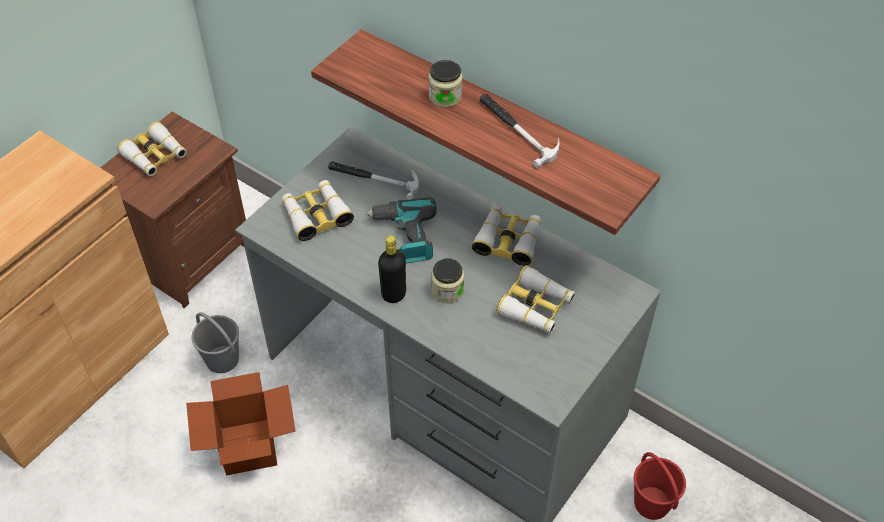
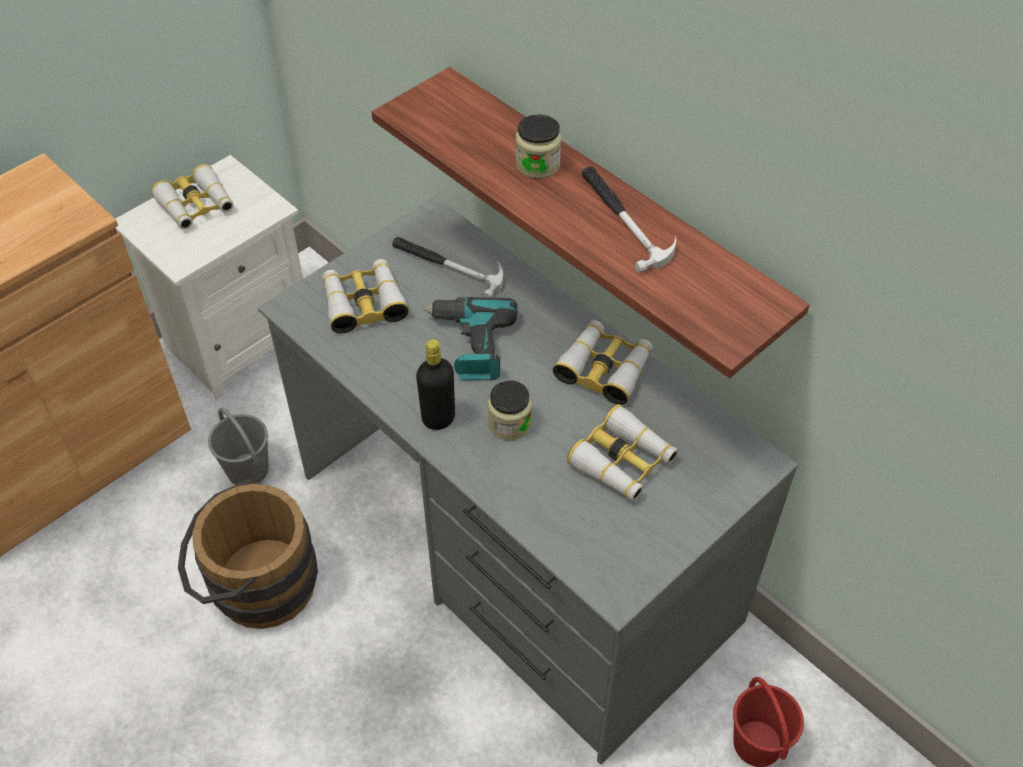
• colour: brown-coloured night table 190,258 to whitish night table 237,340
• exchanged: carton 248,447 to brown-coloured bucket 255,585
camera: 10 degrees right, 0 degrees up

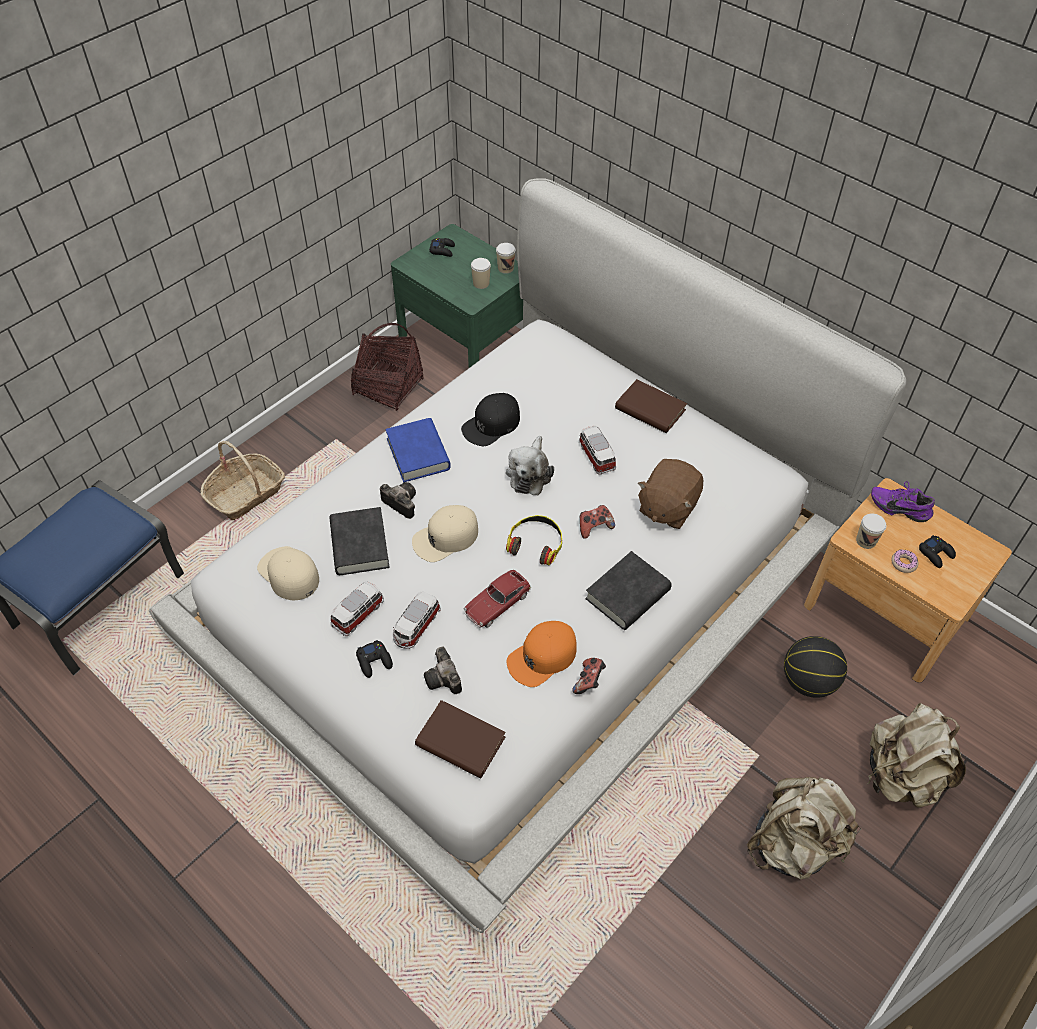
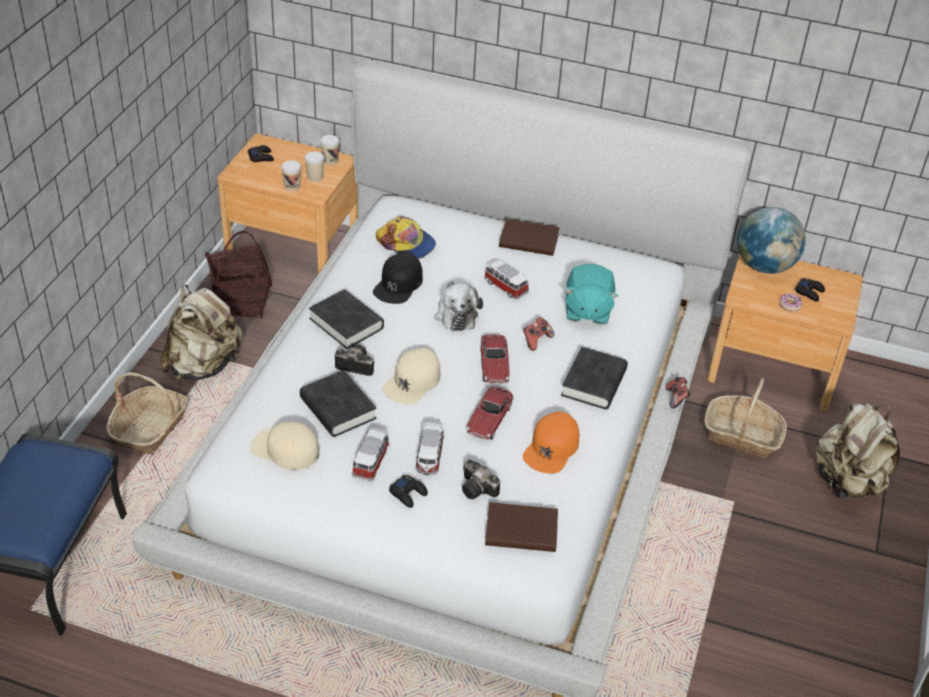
• colour: blue volume 418,454 to black-coloured volume 346,323
• colour: green-coloured night table 464,339 to brown-coloured night table 292,244
• exchanged: headset 536,543 to miniature car 494,365
• relocated: joypad 589,681 to 676,398
• colour: brown-coloured cuddly toy 667,507 to turquoise-coloured cuddly toy 587,310
• relocated: sand-coloured backpack 794,844 to 203,366
• exchanged: ball for basketball 808,681 to household basket 742,436
• relocated: small cup 866,541 to 292,186
• exchanged: purple low shoe 899,507 to world globe 764,266
• appeared: peaked cap 406,243
camera: 25 degrees left, 10 degrees down

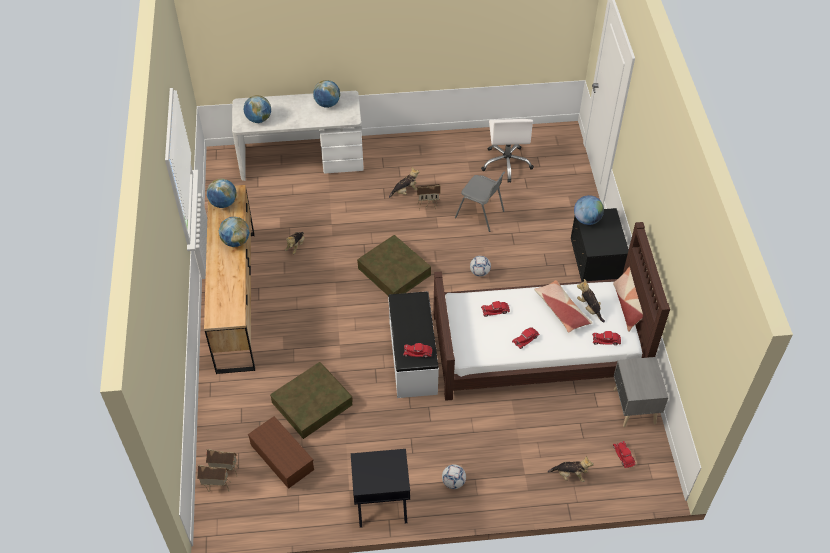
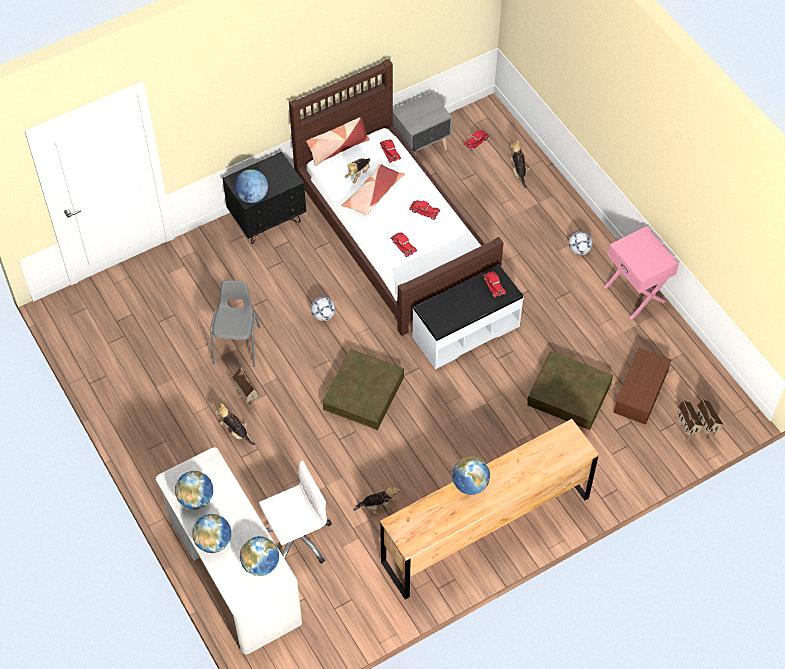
• relocated: world globe 223,203 to 214,542
• colour: black-coloured night table 381,505 to pink-coloured night table 635,293
• relocated: whitish computer chair 506,163 to 297,538
camera: 115 degrees left, 5 degrees up

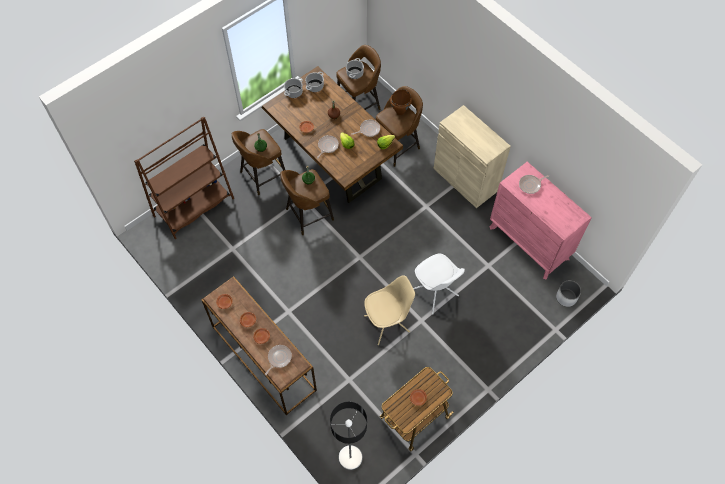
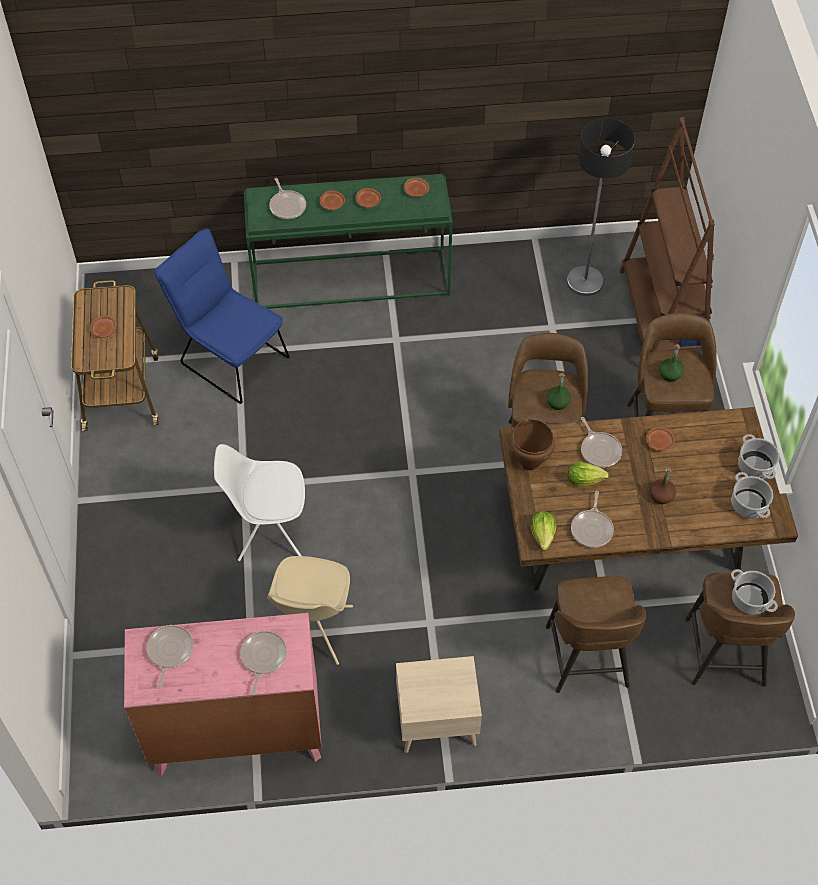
• colour: brown-coloured console table 262,358 to green-coloured console table 352,278
• relocated: standing lamp 350,457 to 585,281
• relocated: sand-coloured upright chair 387,323 to 312,631
• relocated: brown-coloured cooking pot 400,111 to 529,463
• exchanged: sand-coloured storage cabinet 465,179 to sand-coloured night table 436,722
• missing: whitish flower pot 566,297
• appeared: skillet 169,651
• appeared: blue upright chair 229,357
camera: 125 degrees right, 5 degrees down

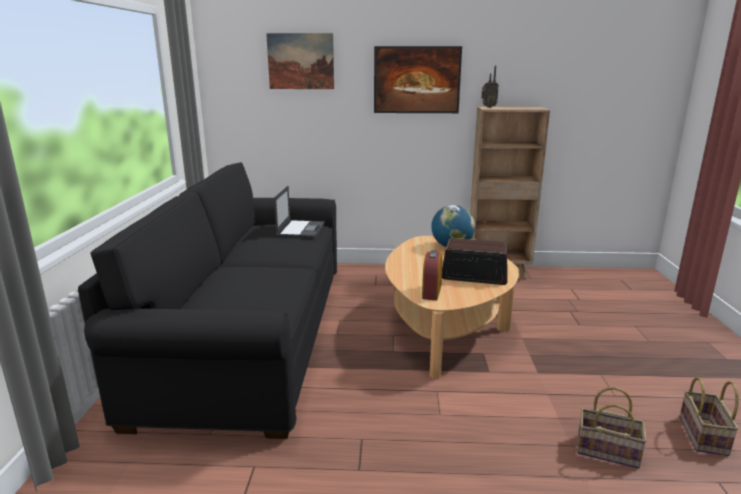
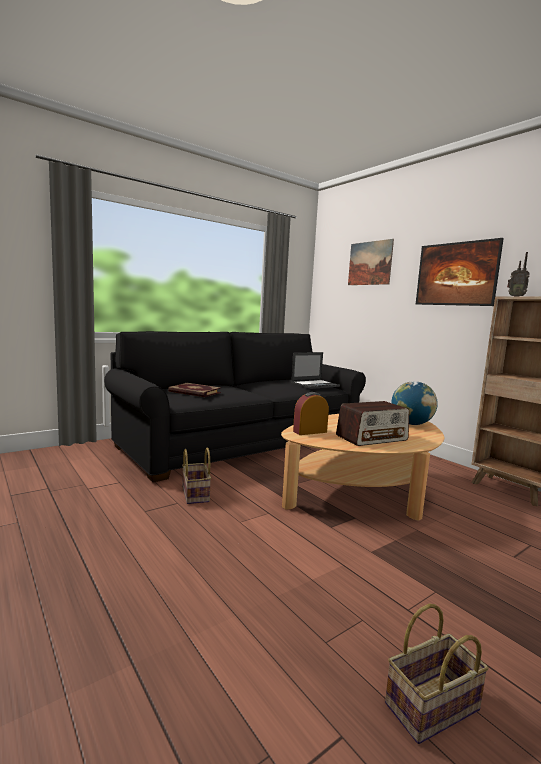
• spun: radio 474,275 = 372,438 90 degrees clockwise
• relocated: household basket 609,451 to 196,494
• appeared: volume 194,392
camera: 50 degrees right, 10 degrees down

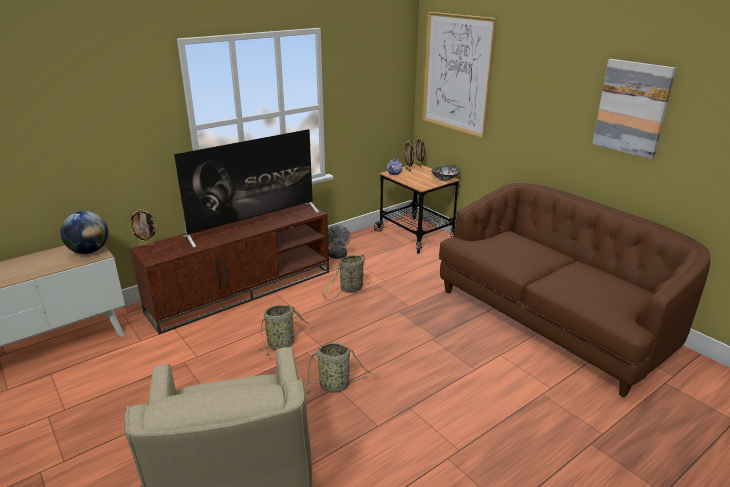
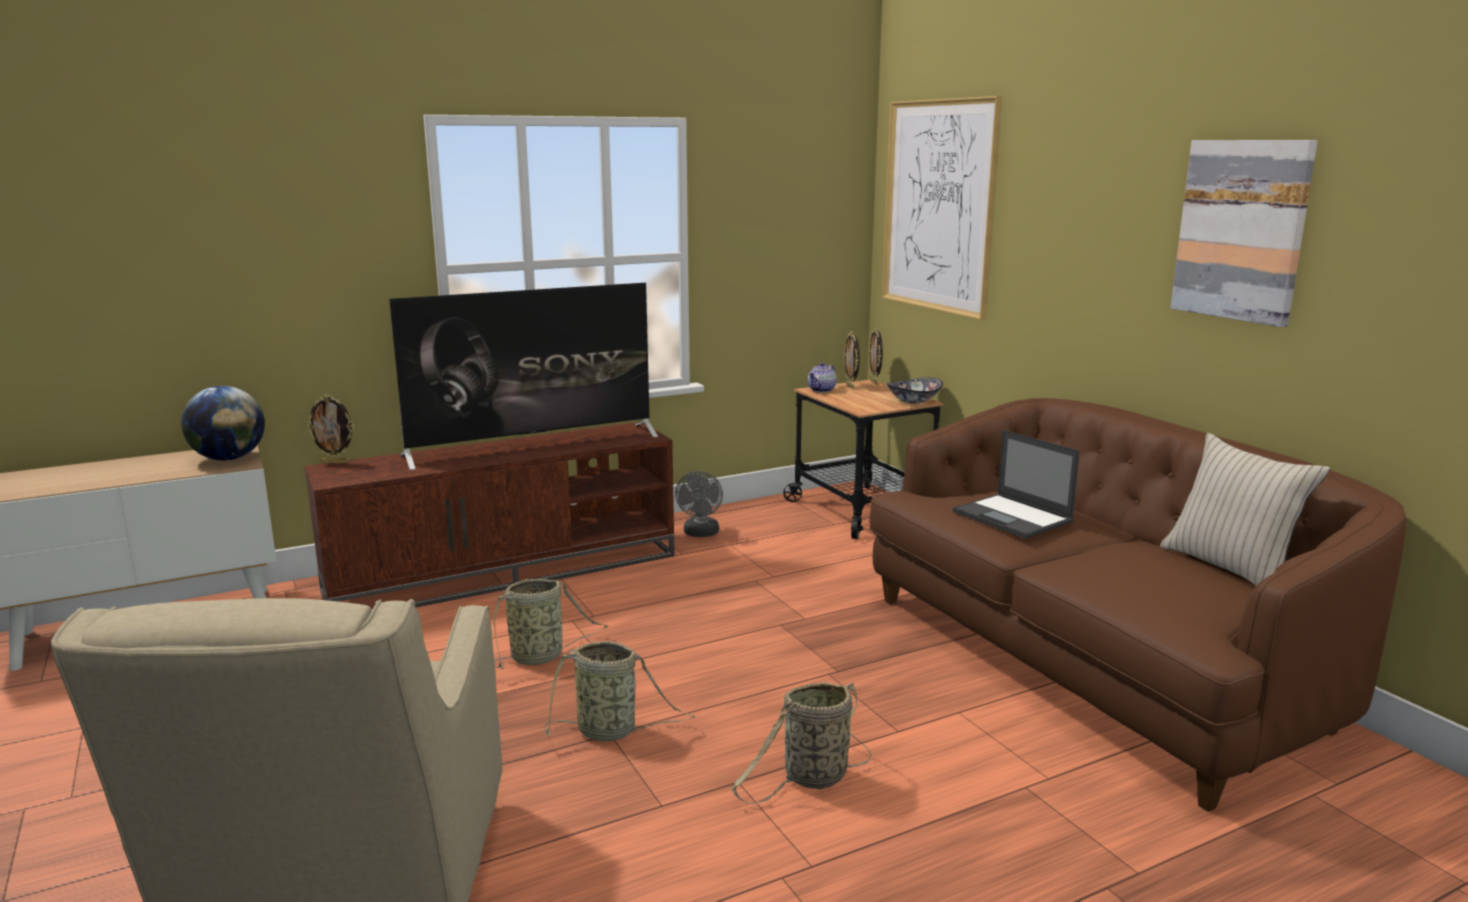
• relocated: household basket 350,289 to 811,779
• appeared: laptop 1013,517
• appeared: sand-coloured throw pillow 1230,568
camera: 10 degrees right, 10 degrees down

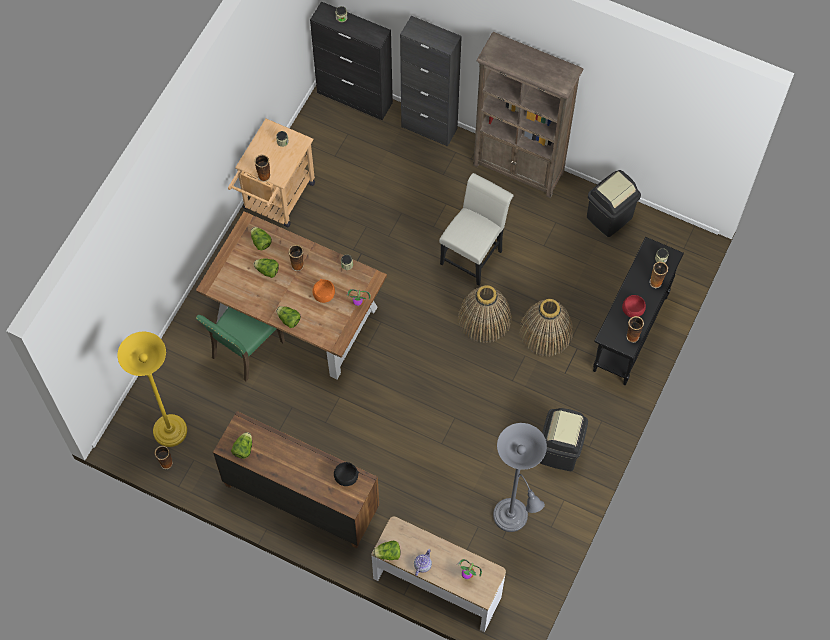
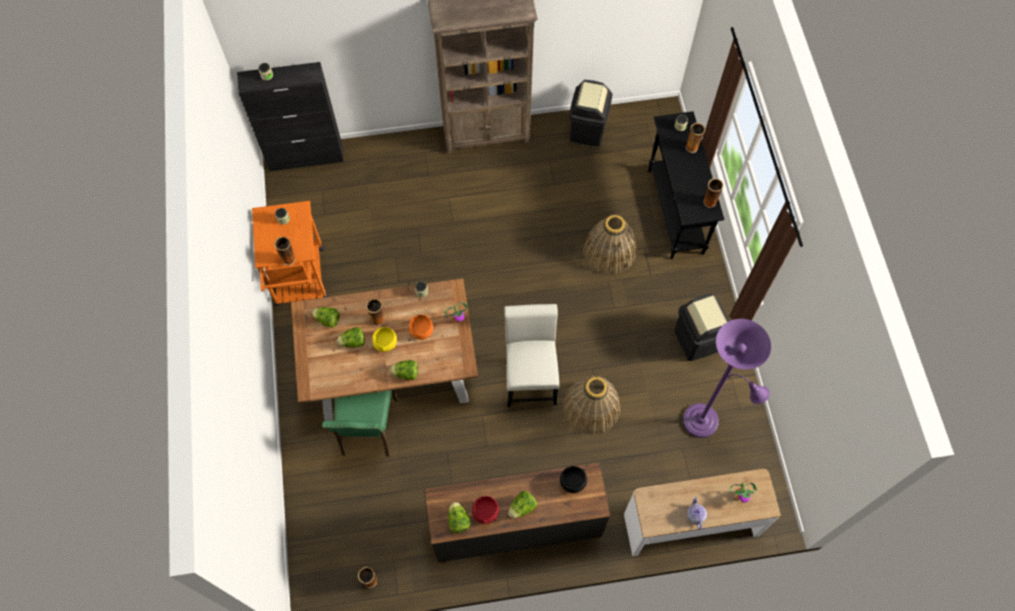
• missing: yellow standing lamp 169,426
• colour: sand-coloured cart 276,201 to orange-coloured cart 300,282
• relocated: lettuce head 388,554 to 522,508
• missing: black-coloured storage cabinet 429,128
• relocated: whitish upright chair 474,254 to 530,377
• relocated: household basket 484,318 to 591,407
• colour: greyish standing lamp 513,519 to purple standing lamp 705,423
• relocated: reddish bowl 633,310 to 485,512
• appeared: yellow bowl 385,343
camera: 35 degrees left, 0 degrees up

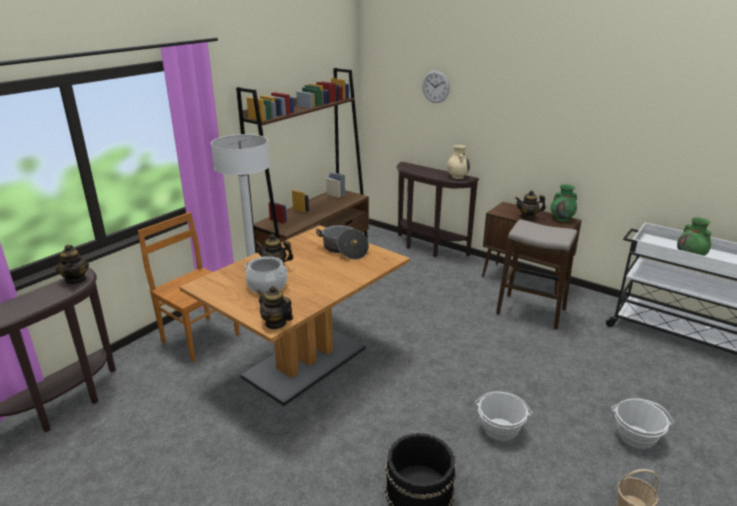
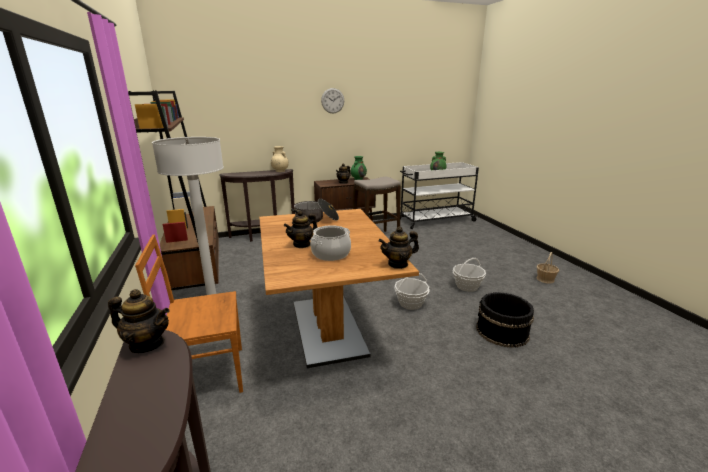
• relocated: clock on the wall 435,86 to 332,100
• relocated: household basket 636,437 to 410,303
camera: 55 degrees left, 5 degrees down

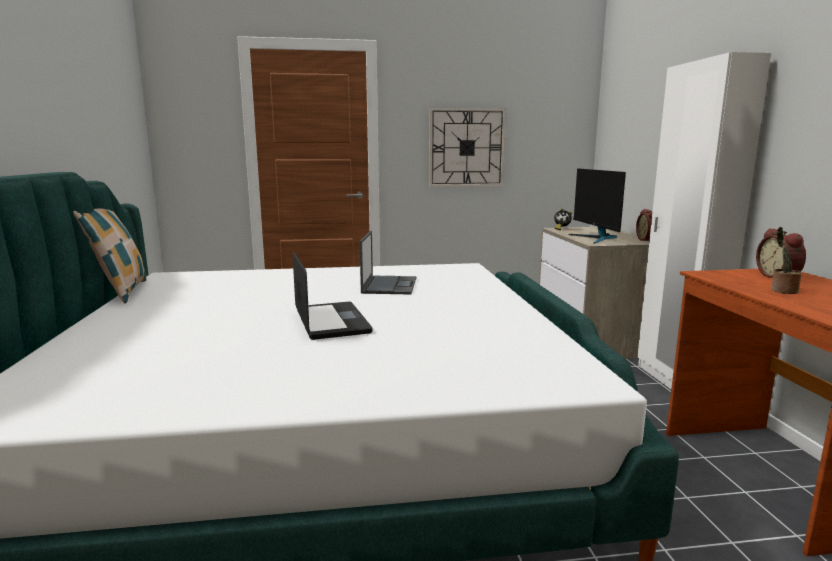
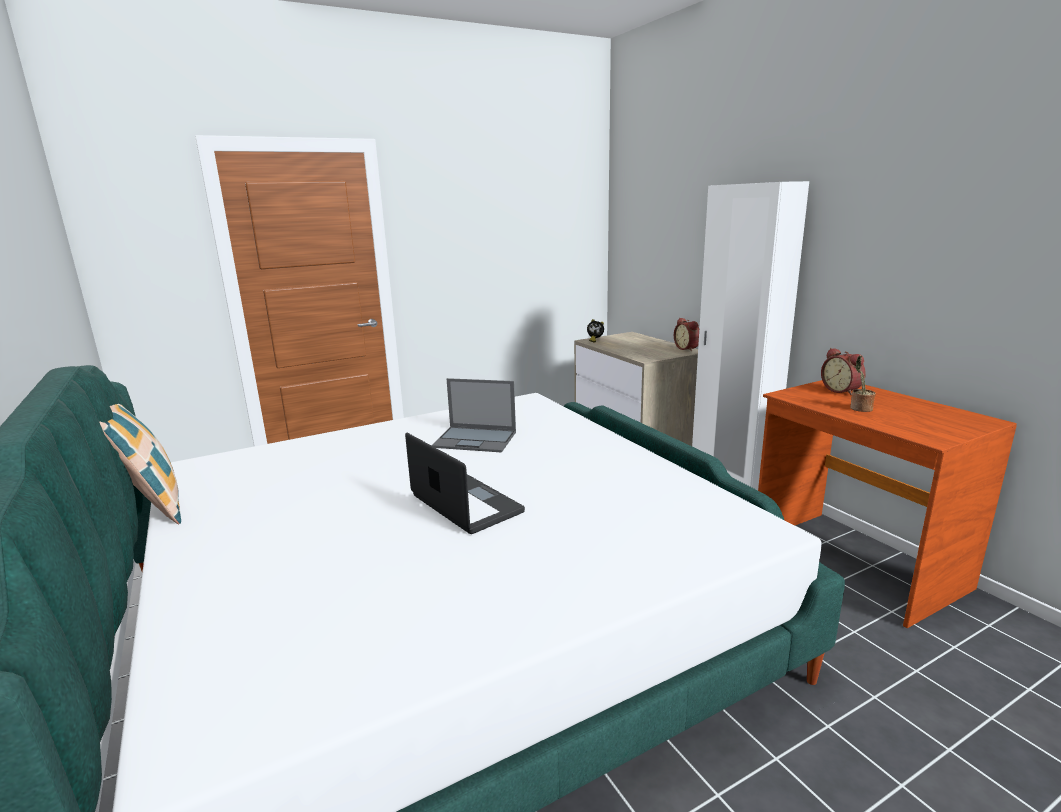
• spun: laptop 389,285 = 476,439 120 degrees clockwise
• missing: clock on the wall 466,147
• missing: computer screen 596,238
camera: 20 degrees left, 5 degrees up

